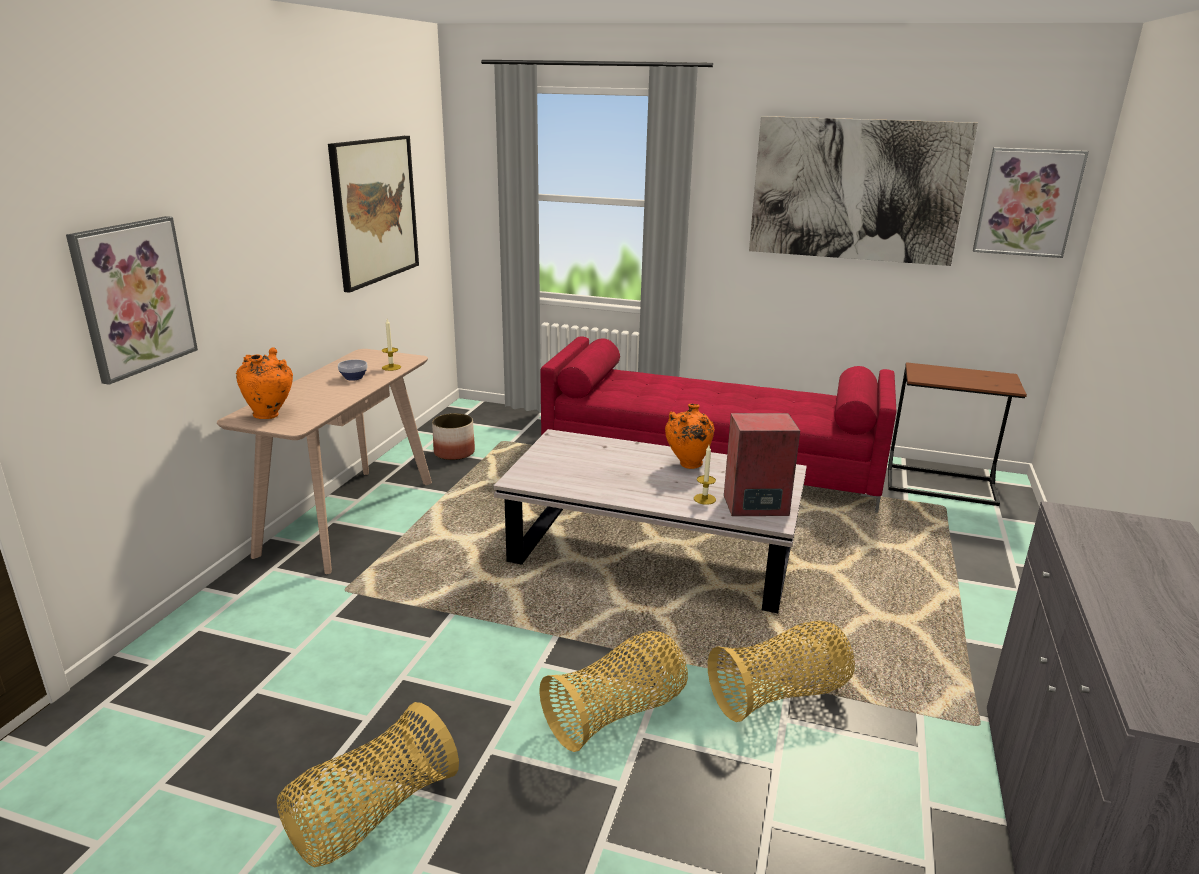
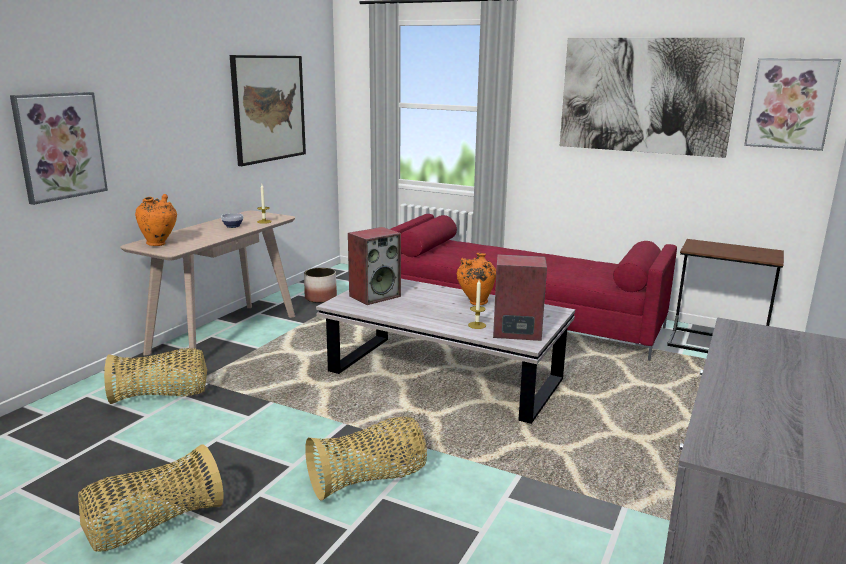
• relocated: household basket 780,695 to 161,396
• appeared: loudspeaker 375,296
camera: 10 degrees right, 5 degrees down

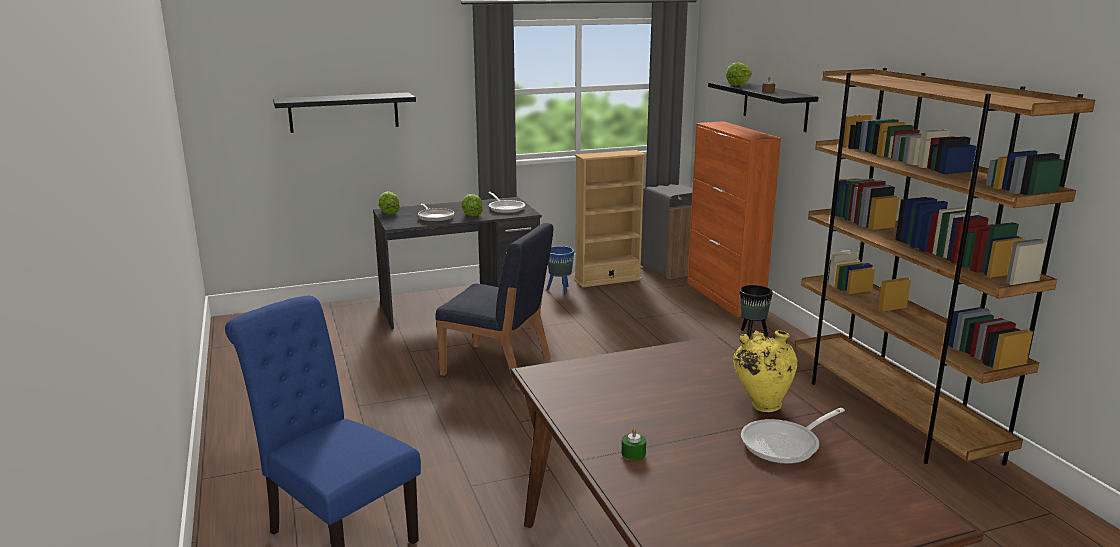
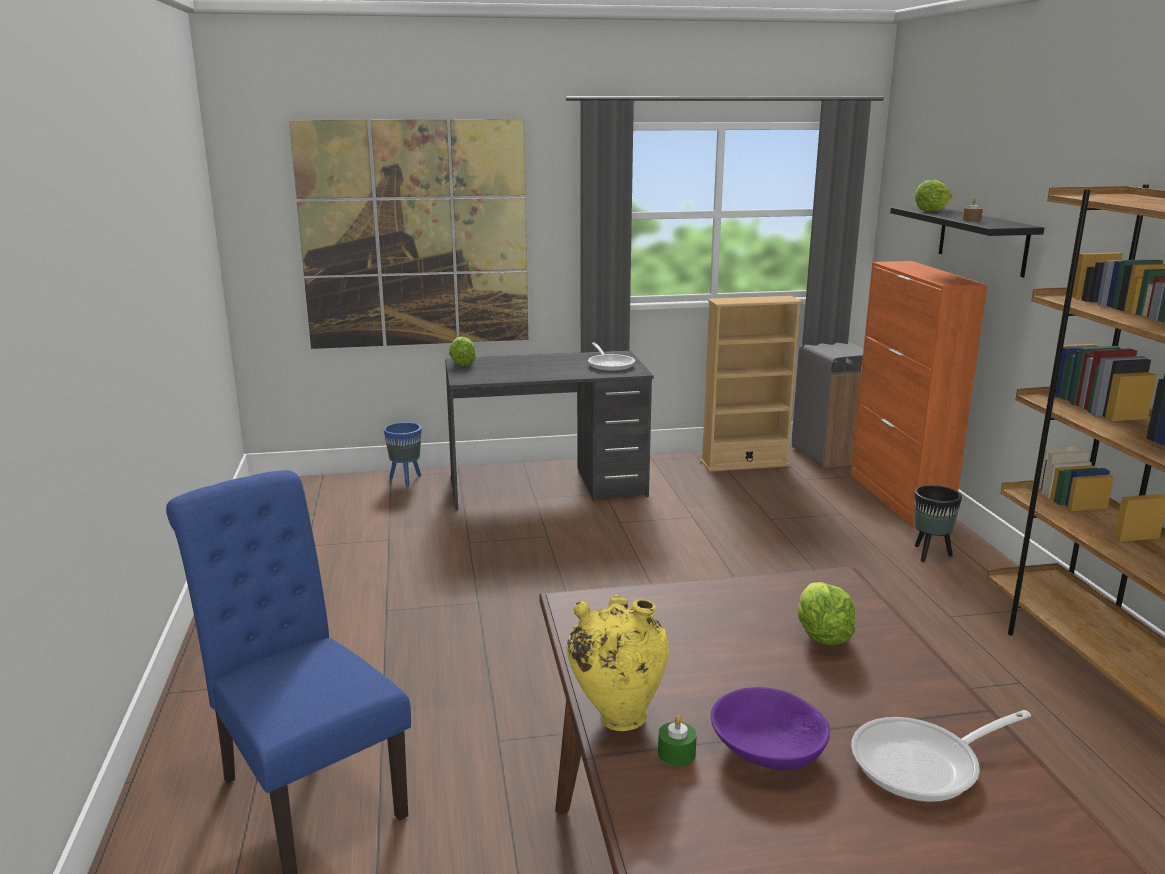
• exchanged: black-coloured wall shelf 344,112 to wall picture 415,236
• missing: skillet 435,217
• missing: blue upright chair 497,367
• relocated: lettuce head 471,215 to 821,636
• relocated: blue flower pot 560,290 to 406,480
• relocated: yellow flower vase 761,405 to 617,716
• appeared: purple bowl 767,749
camera: 10 degrees right, 0 degrees up

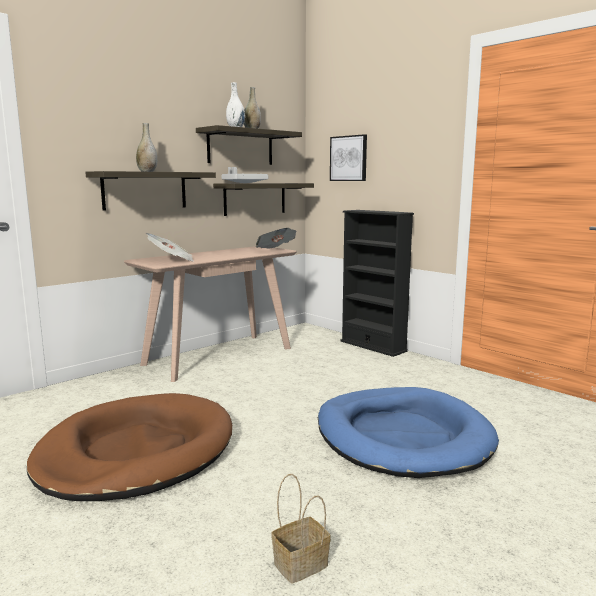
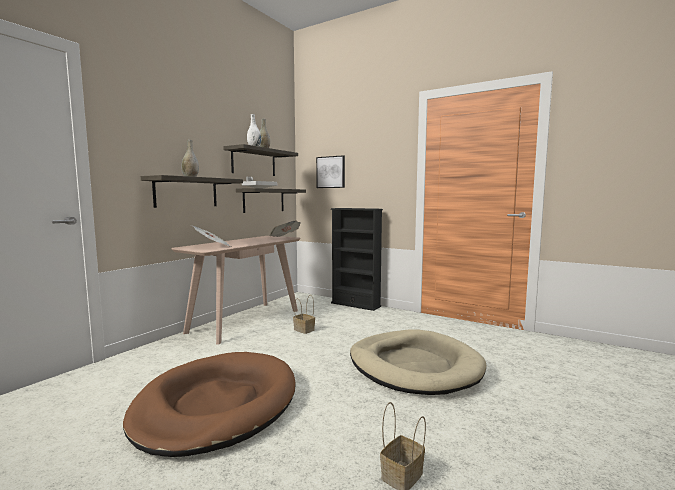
• colour: blue pet bed 402,437 to sand-coloured pet bed 414,366
• appeared: household basket 305,330
camera: 15 degrees left, 5 degrees down

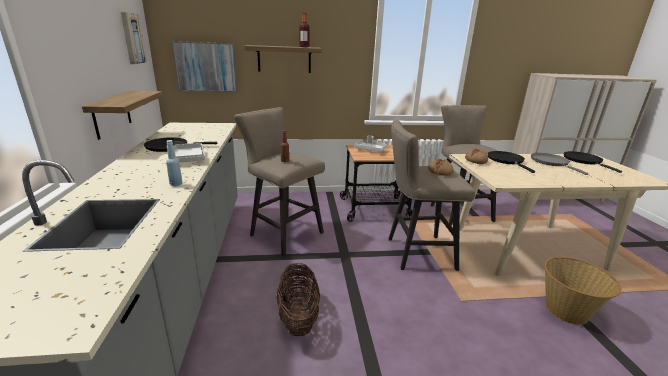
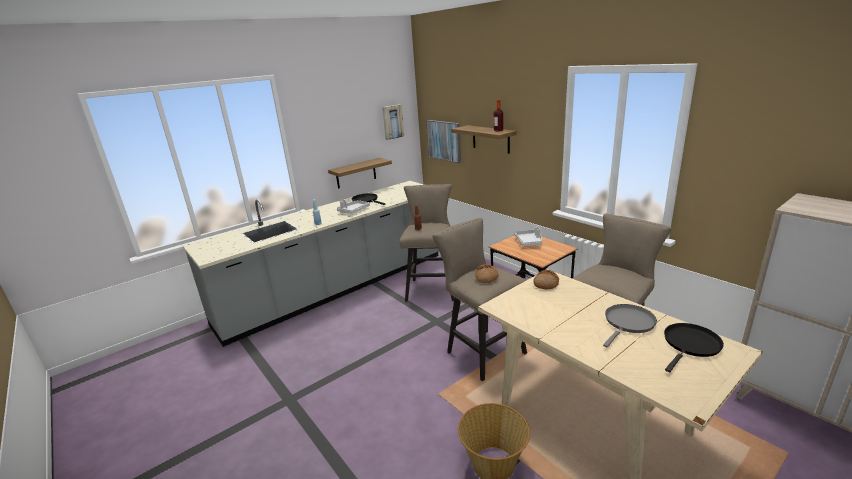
• missing: household basket 298,317
• missing: black-coloured skillet 506,161
camera: 60 degrees right, 0 degrees up

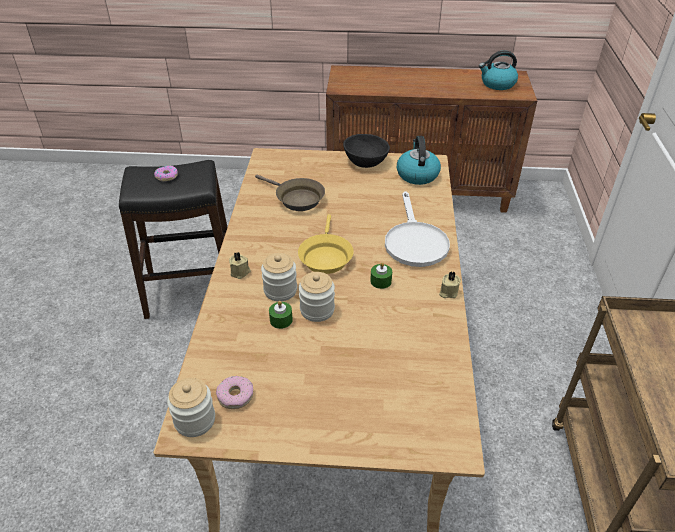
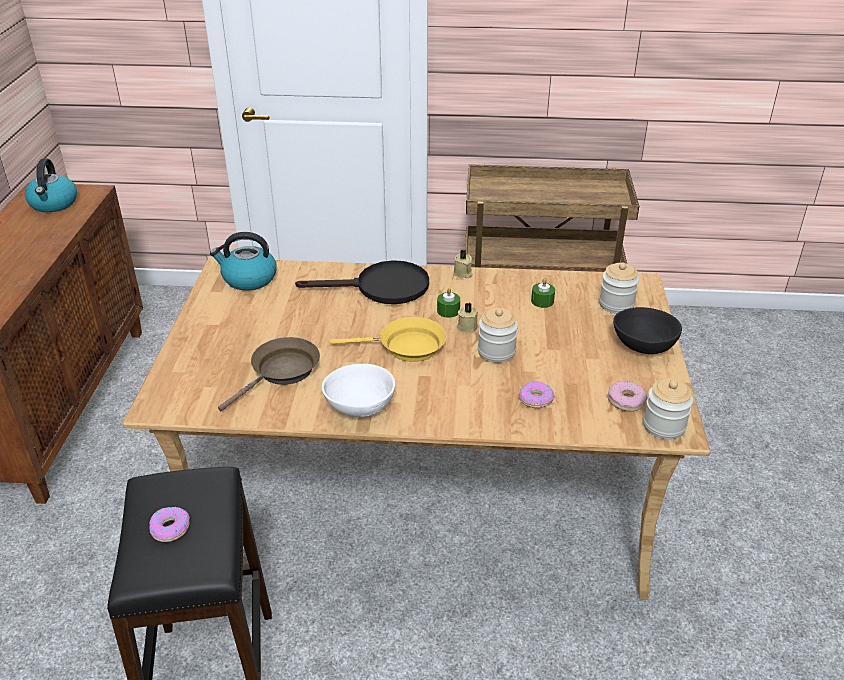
• relocated: sand-coloured wax candle 240,272 to 467,326
• relocated: jar 280,290 to 616,304
• relocated: green-coloured wax candle 281,320 to 542,301
• relocated: black-coloured bowl 365,162 to 644,346
• colour: whitish skillet 414,241 to black-coloured skillet 382,288
• appeared: whitish bowl 361,407
• appeared: ring doughnut 535,399
camera: 90 degrees left, 5 degrees down

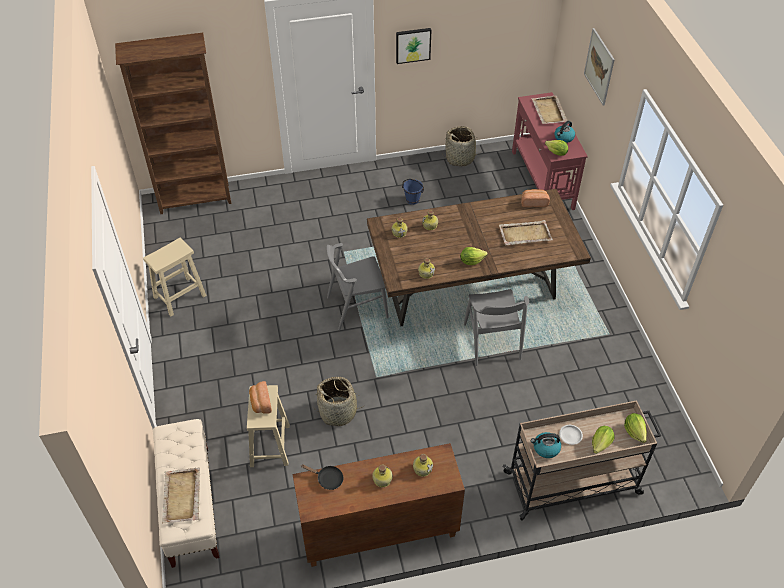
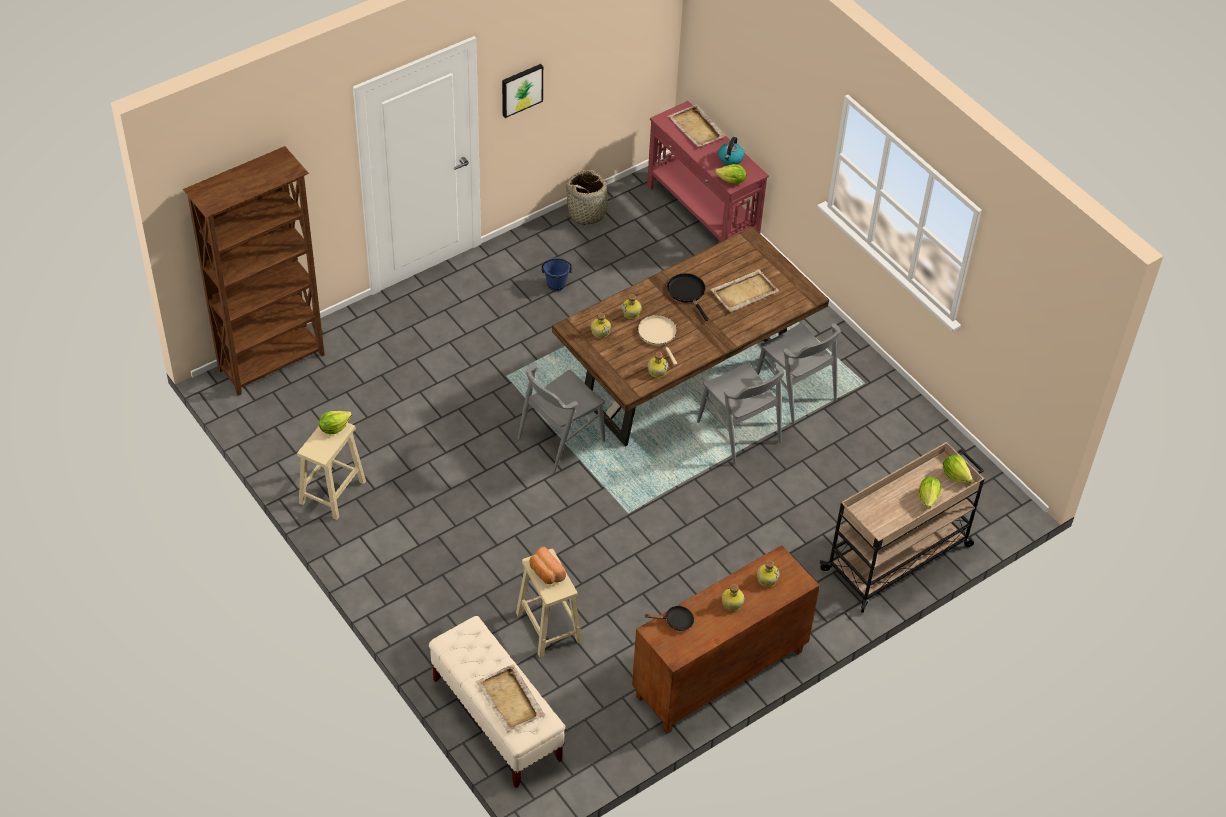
• missing: household basket 338,412
• relocated: lettuce head 471,261 to 334,428
• missing: bakery bread 534,202
• missing: tea kettle 545,448
• missing: whitish flat dish 570,435
• missing: wall picture 599,66
• appeared: sand-coloured skillet 658,335
• appeared: black-coloured skillet 687,292
• appeared: greyish upright chair 794,392
camera: 25 degrees left, 0 degrees up

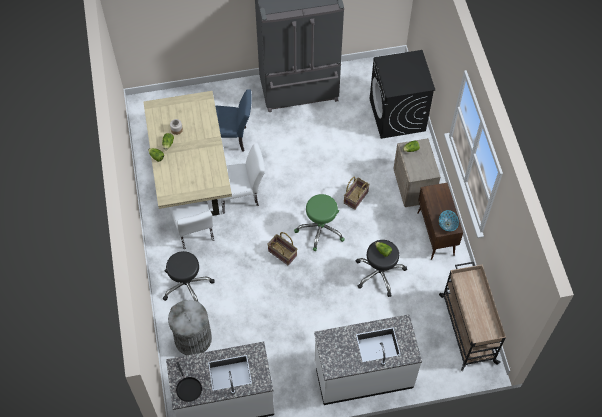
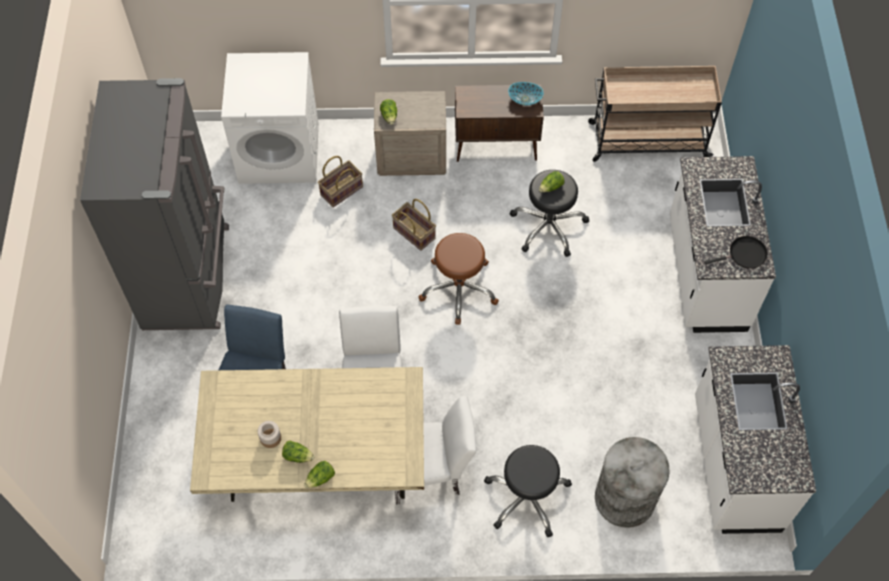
• relocated: black-coloured skillet 188,388 to 744,255
• relocated: household basket 283,253 to 341,190
• colour: green-coloured stool 320,228 to brown-coloured stool 459,289
• colour: black-coloured washing machine 397,115 to whitish washing machine 280,153
camera: 80 degrees left, 0 degrees up

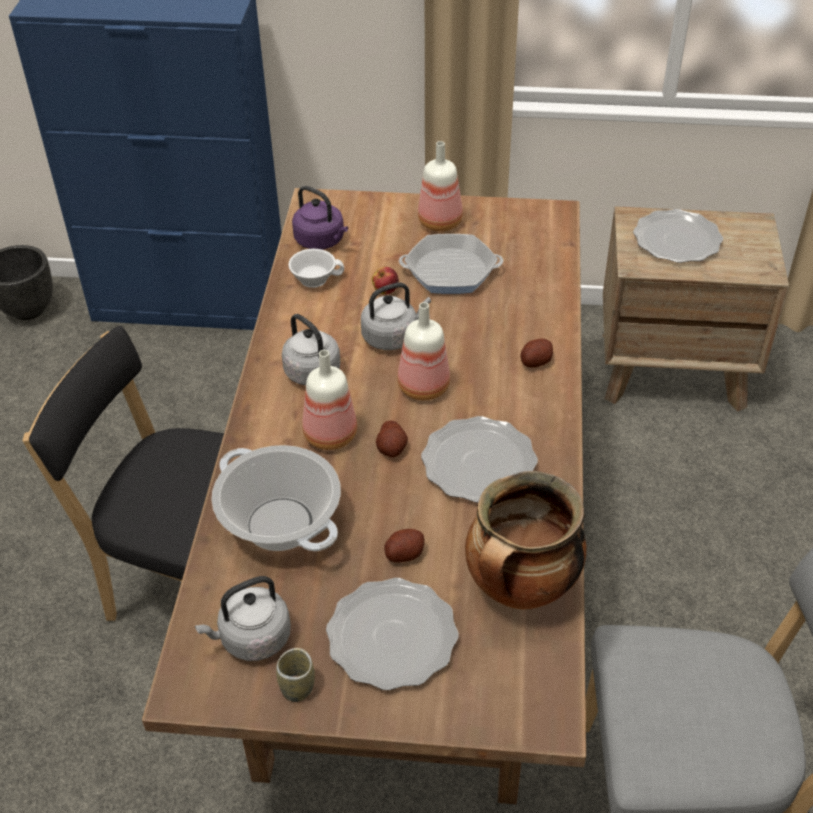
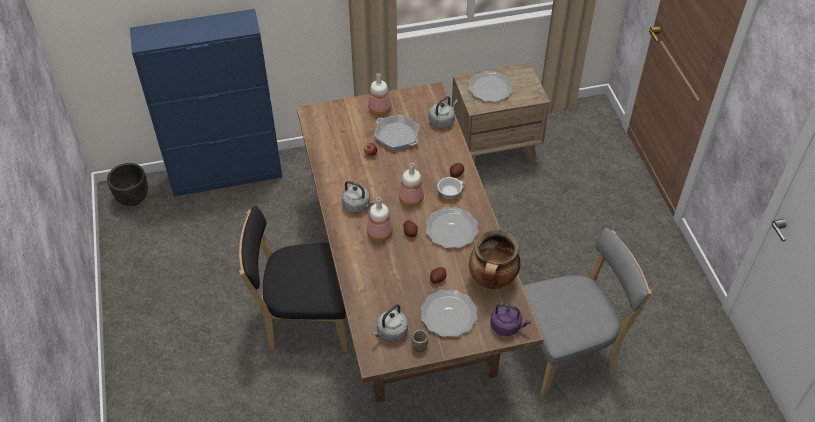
• missing: cooking pot 281,524
• relocated: whitish small cup 315,277 to 449,192
• relocated: purple tea kettle 321,241 to 507,326
• relocated: greyish tea kettle 392,336 to 442,121
• spun: skillet 450,271 = 397,135 120 degrees counterclockwise
camera: 20 degrees left, 5 degrees up

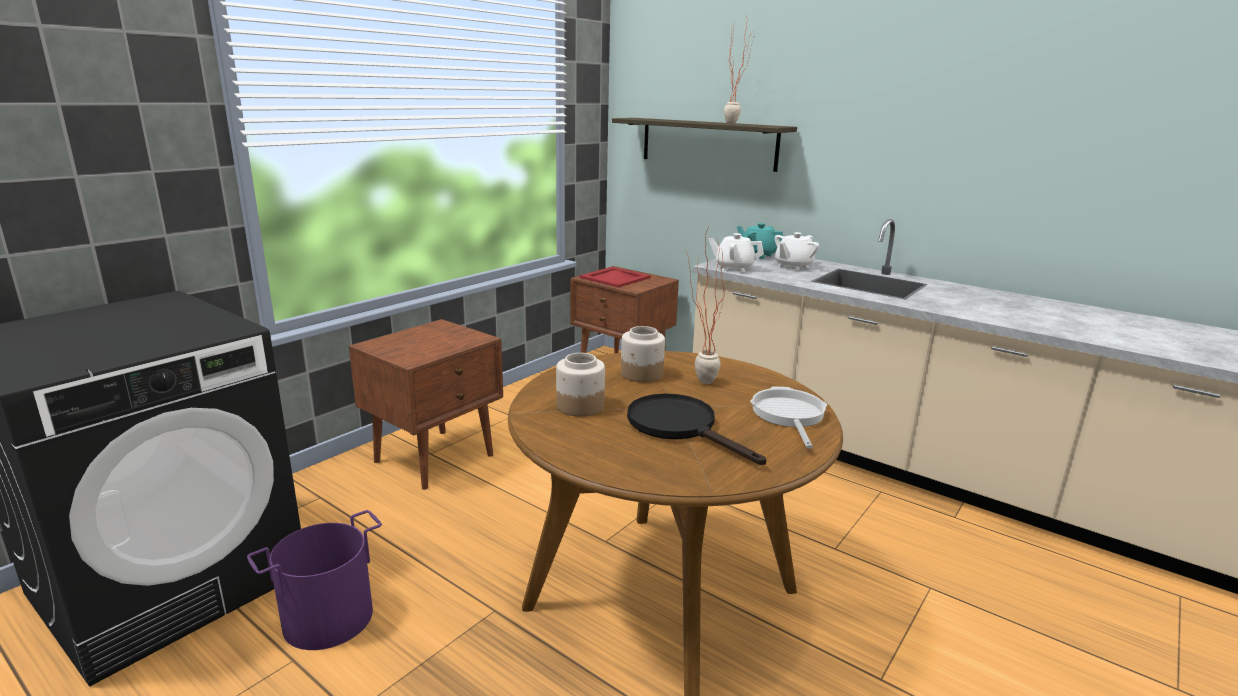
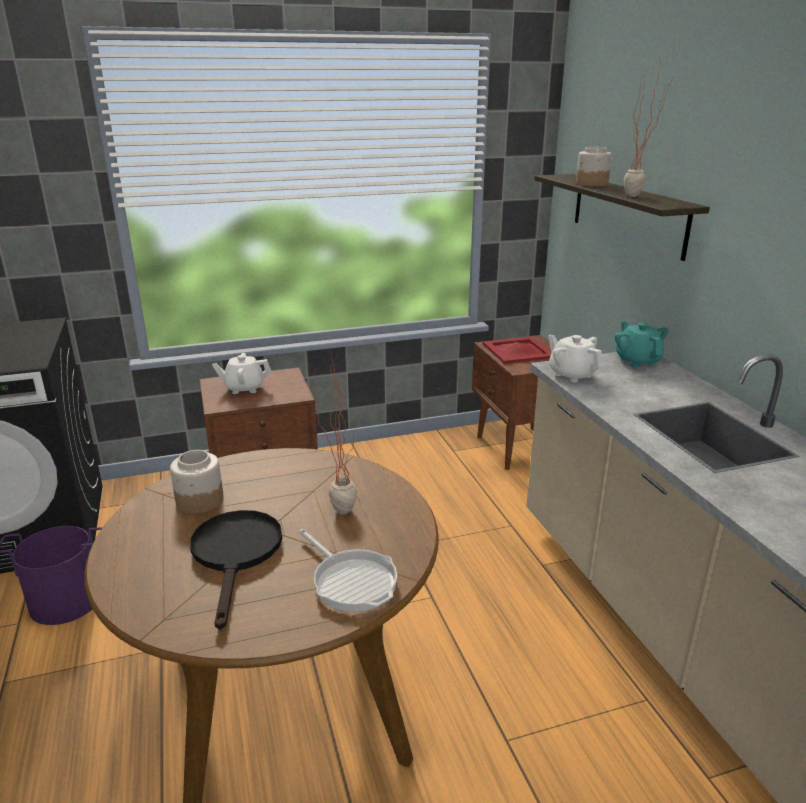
• relocated: jar 642,374 to 591,184
• spun: skillet 788,415 = 351,581 105 degrees clockwise
• relocated: whitish pot for tea 793,266 to 244,388
camera: 35 degrees right, 5 degrees up

